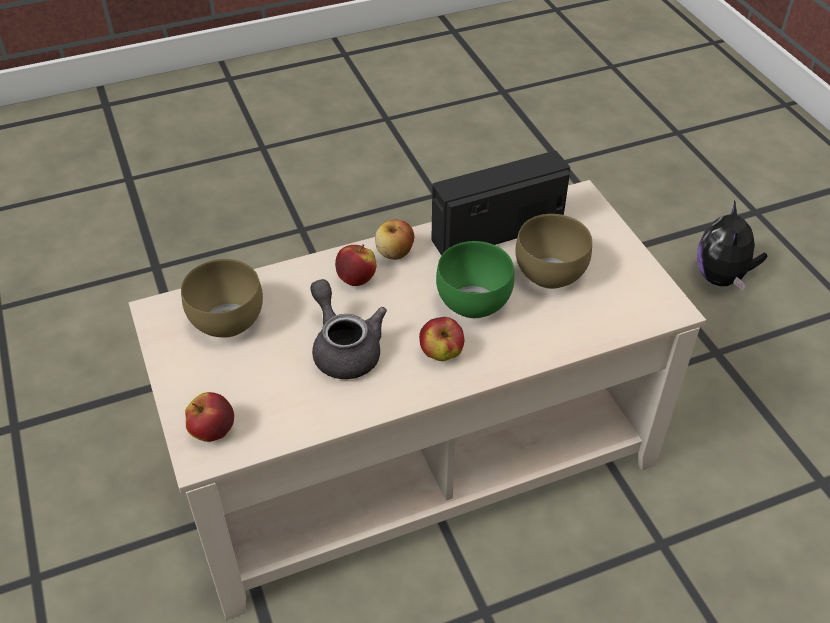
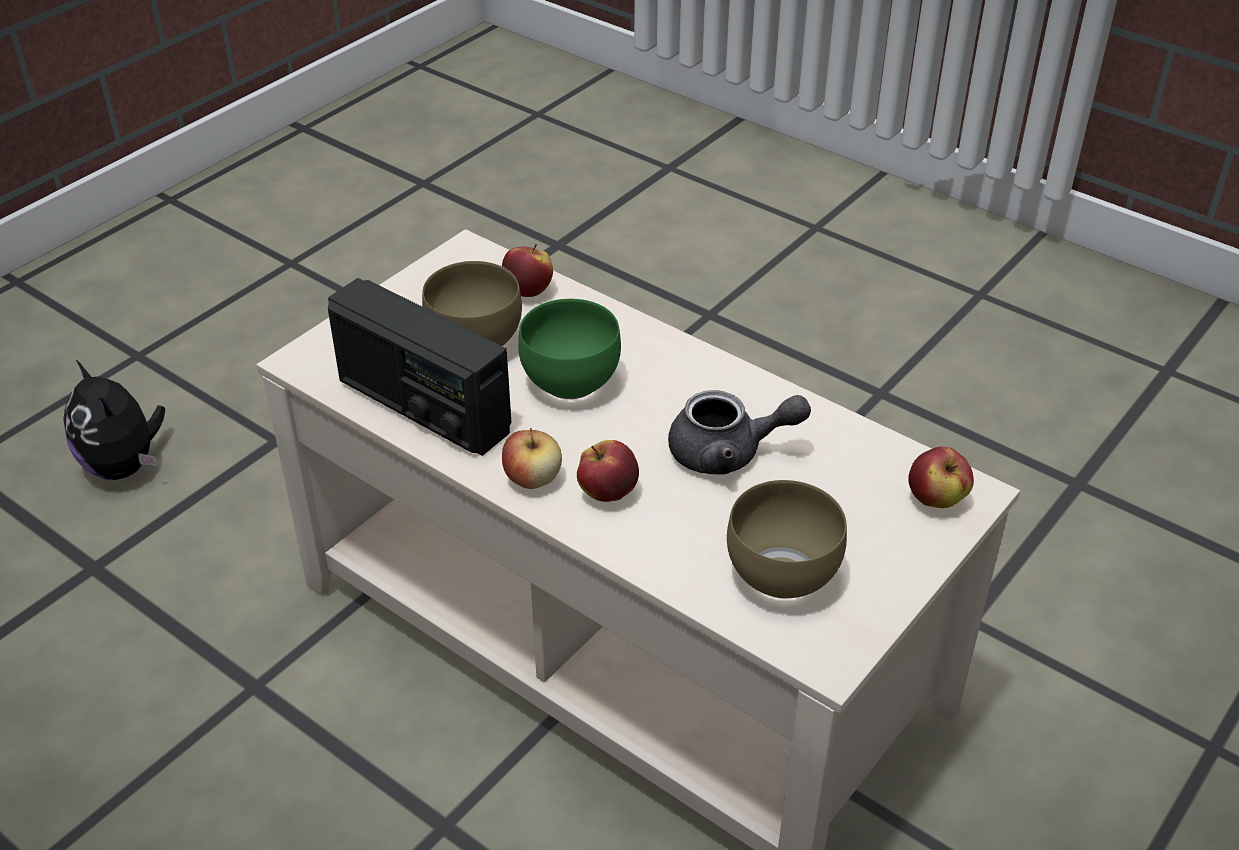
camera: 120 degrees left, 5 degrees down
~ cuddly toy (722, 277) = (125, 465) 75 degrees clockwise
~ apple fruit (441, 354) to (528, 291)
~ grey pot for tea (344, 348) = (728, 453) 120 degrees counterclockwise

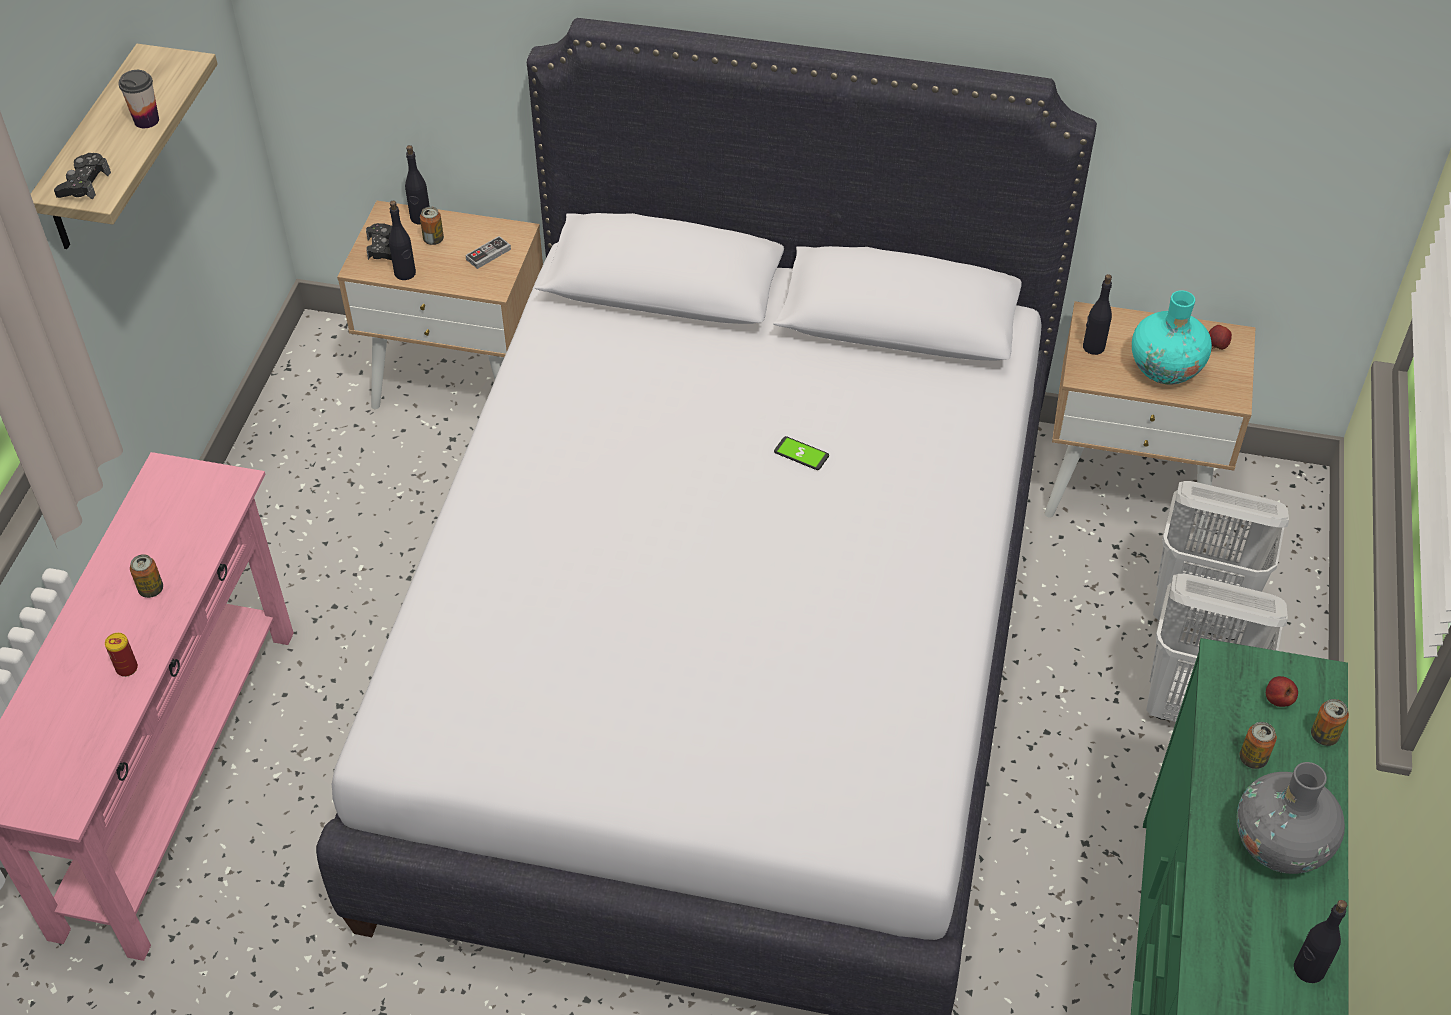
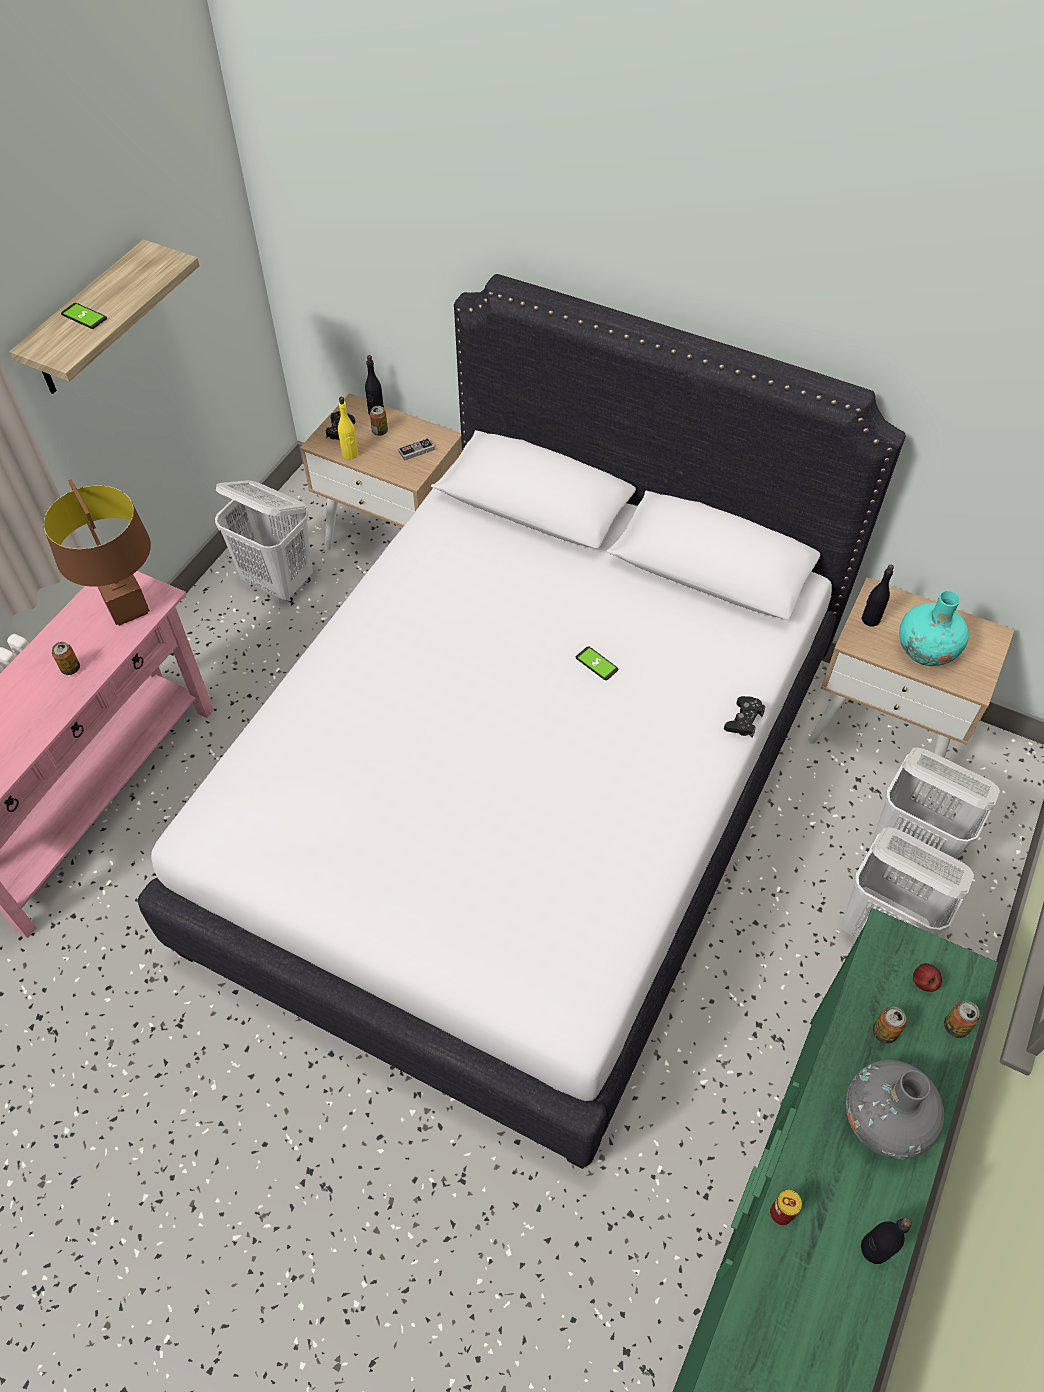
camera: 15 degrees right, 5 degrees up
+ brown tabletop lamp (128, 609)
+ telephone (84, 316)
+ white laundry basket (279, 582)
~ blackish drink bottle (405, 273) to yellowish drink bottle (350, 454)
~ blackish gamepad (84, 183) to (744, 720)
~ sealed can (127, 668) to (781, 1213)
- cup (146, 120)
- apple fruit (1216, 346)

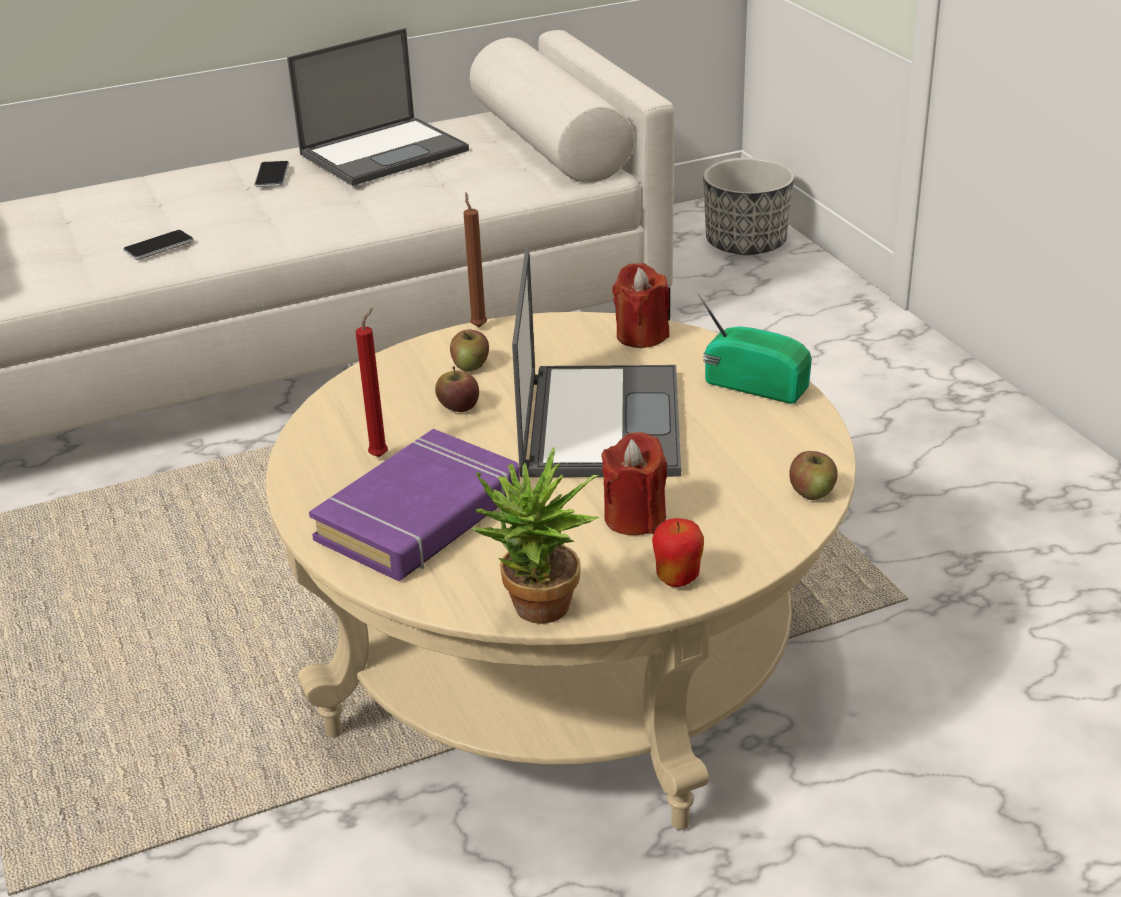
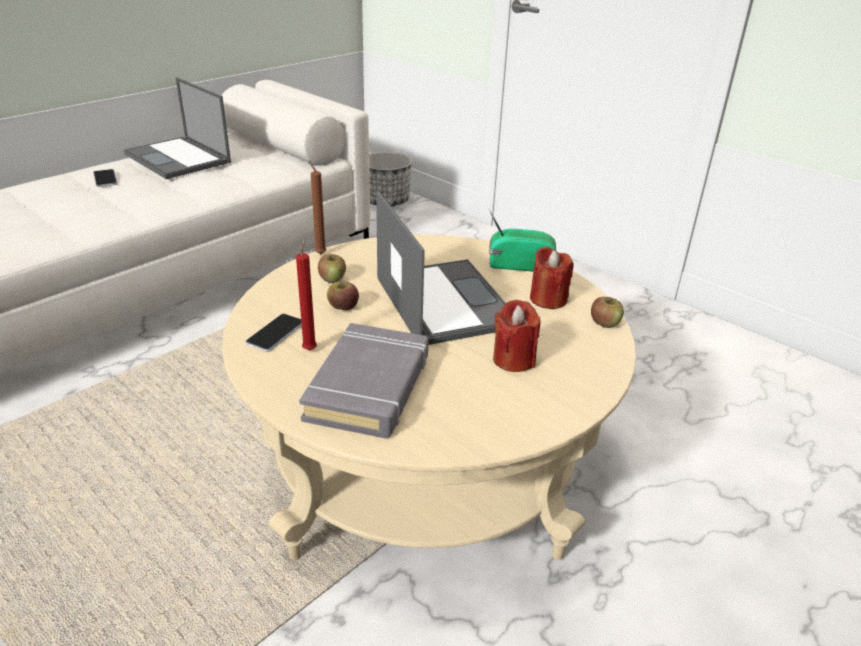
camera: 25 degrees left, 0 degrees up
~ notebook computer (385, 152) = (178, 158) 105 degrees clockwise
~ telephone (159, 246) to (276, 333)
~ purplish volume (420, 516) to grey volume (369, 387)
~ red-coloured wax light (641, 335) to (548, 299)
- potted plant (537, 613)
- apple fruit (677, 578)

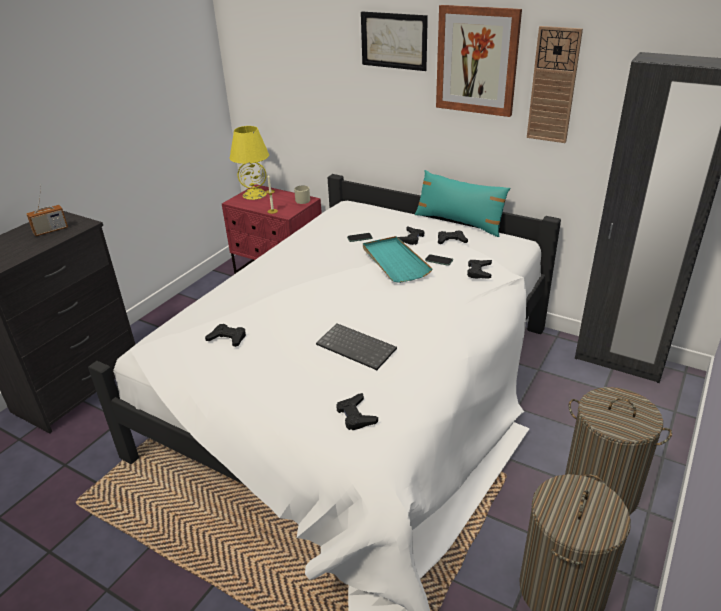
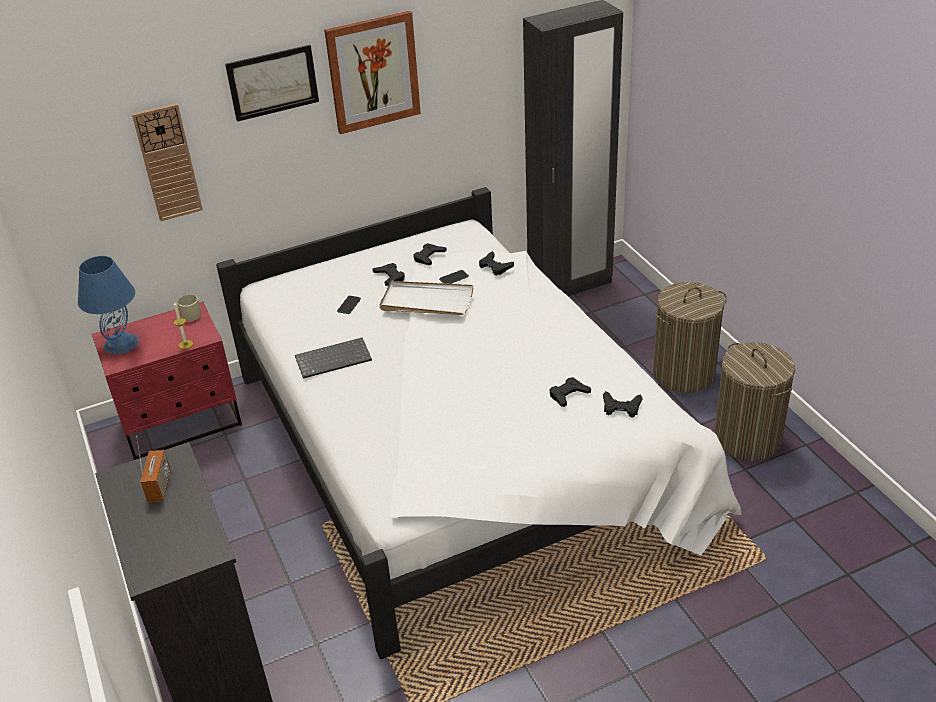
camera: 55 degrees left, 5 degrees up
~ yellowish tabletop lamp (254, 194) to blue-coloured tabletop lamp (121, 343)
~ wall clock (553, 86) to (168, 163)
~ computer keyboard (357, 347) to (334, 358)
~ turquoise-coloured tray (394, 261) to white tray (426, 302)
~ blackish gamepad (227, 338) to (568, 395)
- turquoise-coloured pillow (459, 222)

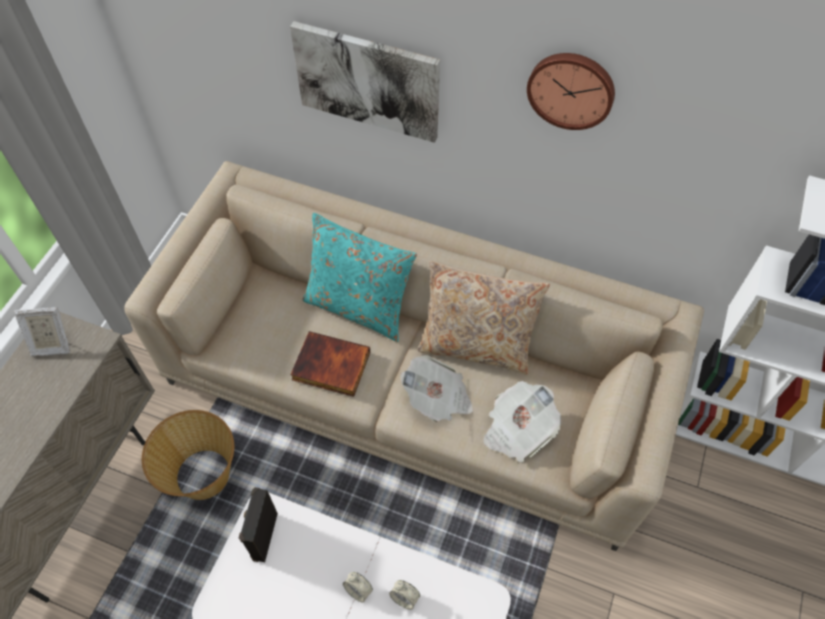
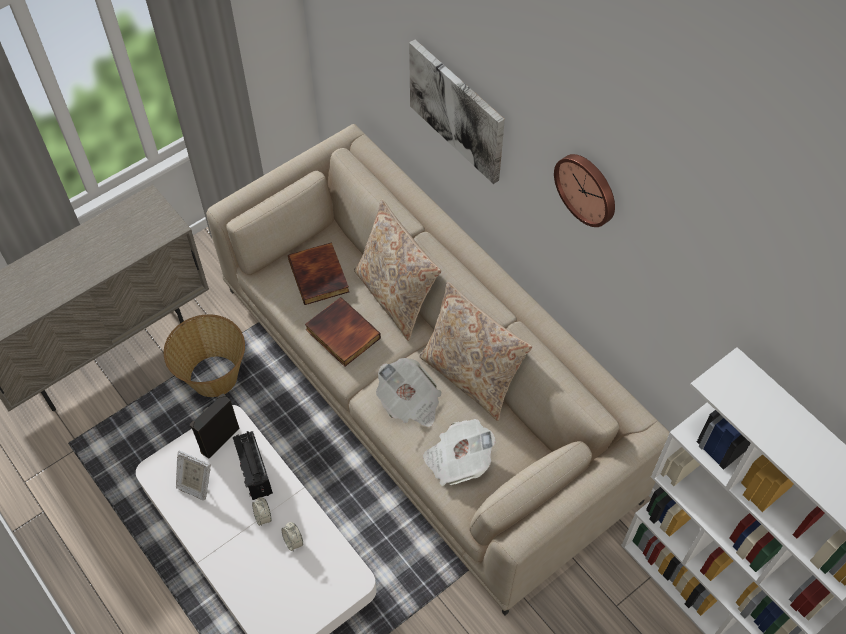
camera: 30 degrees right, 0 degrees up
~ standing frame (51, 344) to (195, 484)
+ radio set (255, 473)
+ volume (320, 276)
~ turquoise-coloured pillow (359, 306) to beige pillow (396, 297)

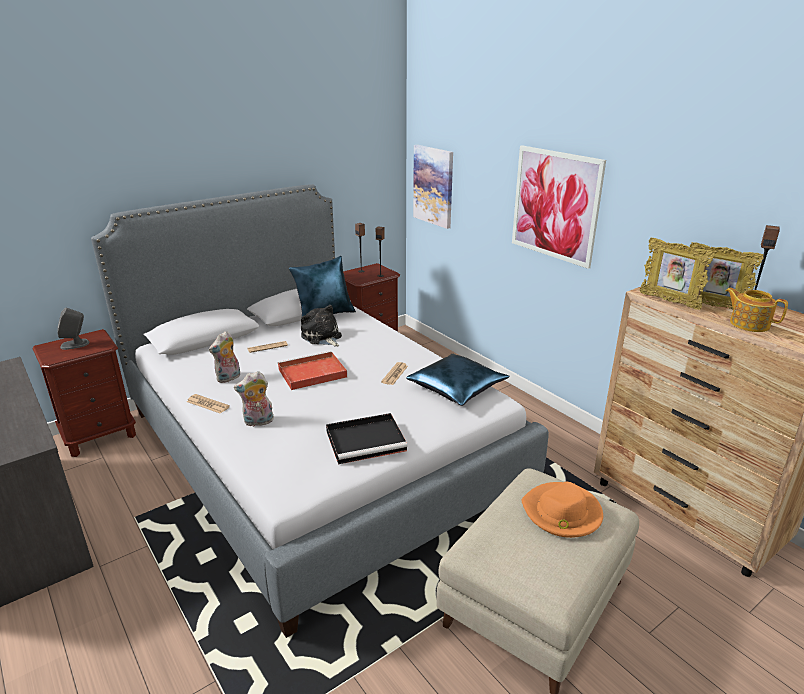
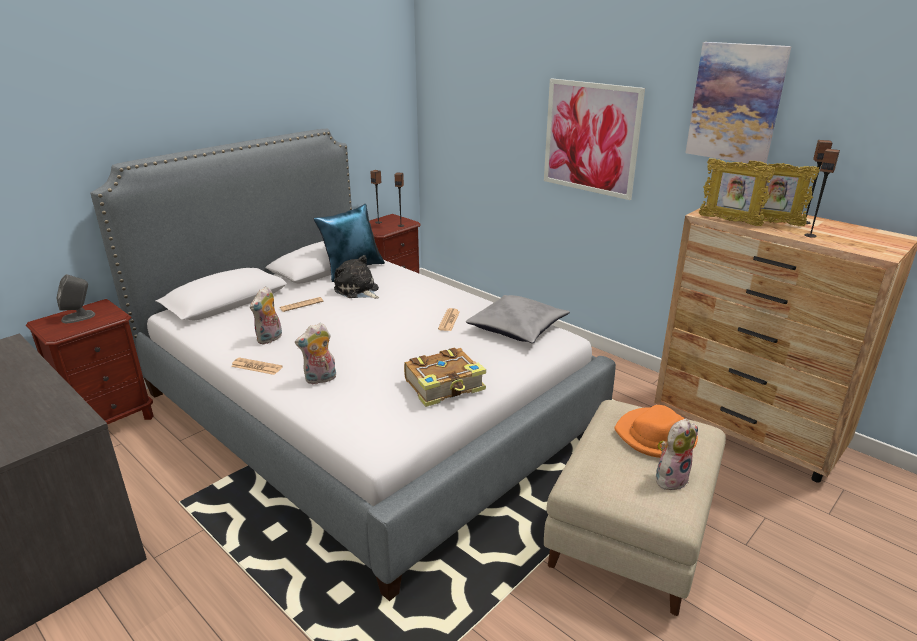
camera: 10 degrees left, 0 degrees up
~ blackish tray (367, 440) to volume (445, 386)
~ blue-coloured pillow (457, 387) to grey pillow (517, 328)
+ cuddly toy (671, 478)
~ wall picture (433, 186) to (735, 103)
~ pot for tea (748, 324) to speaker (810, 235)
- red-coloured tray (311, 373)

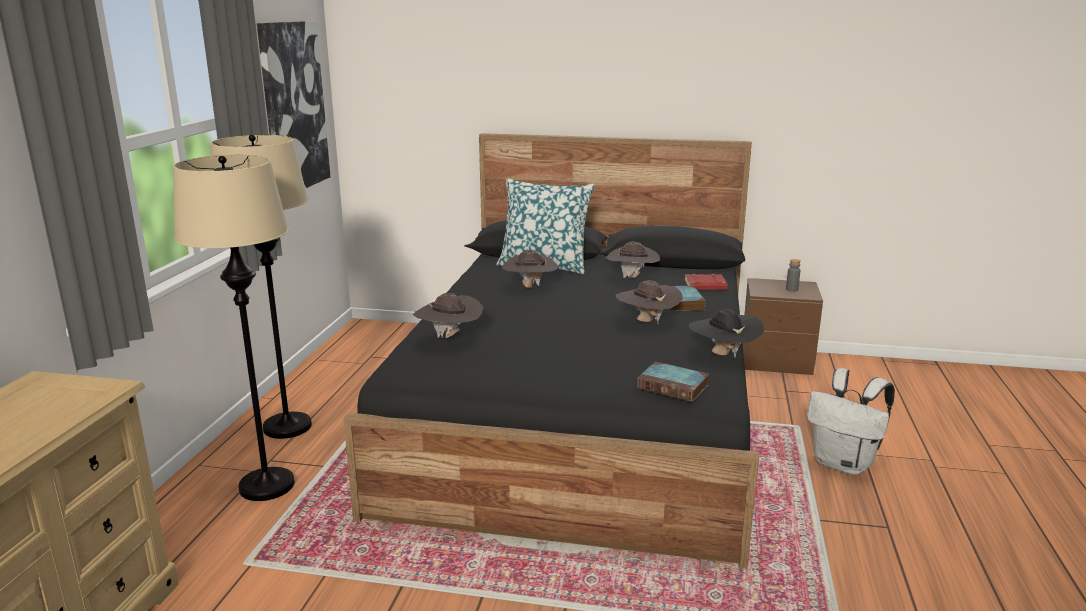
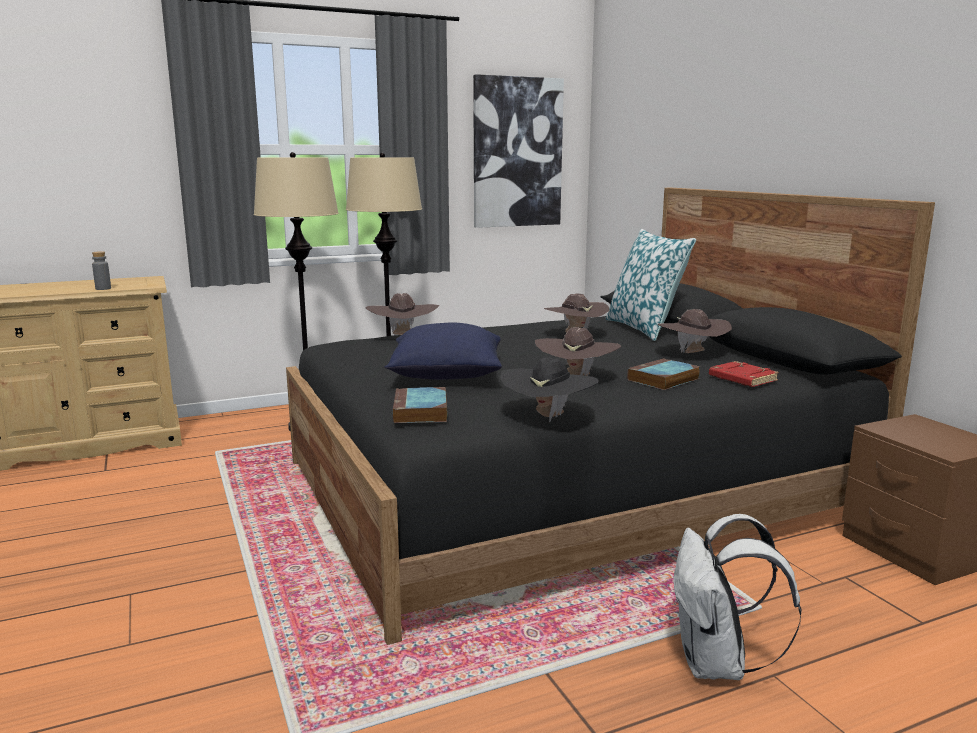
camera: 55 degrees right, 5 degrees down
~ grey drink bottle (791, 289) to (103, 288)
+ blue-coloured pillow (445, 375)

